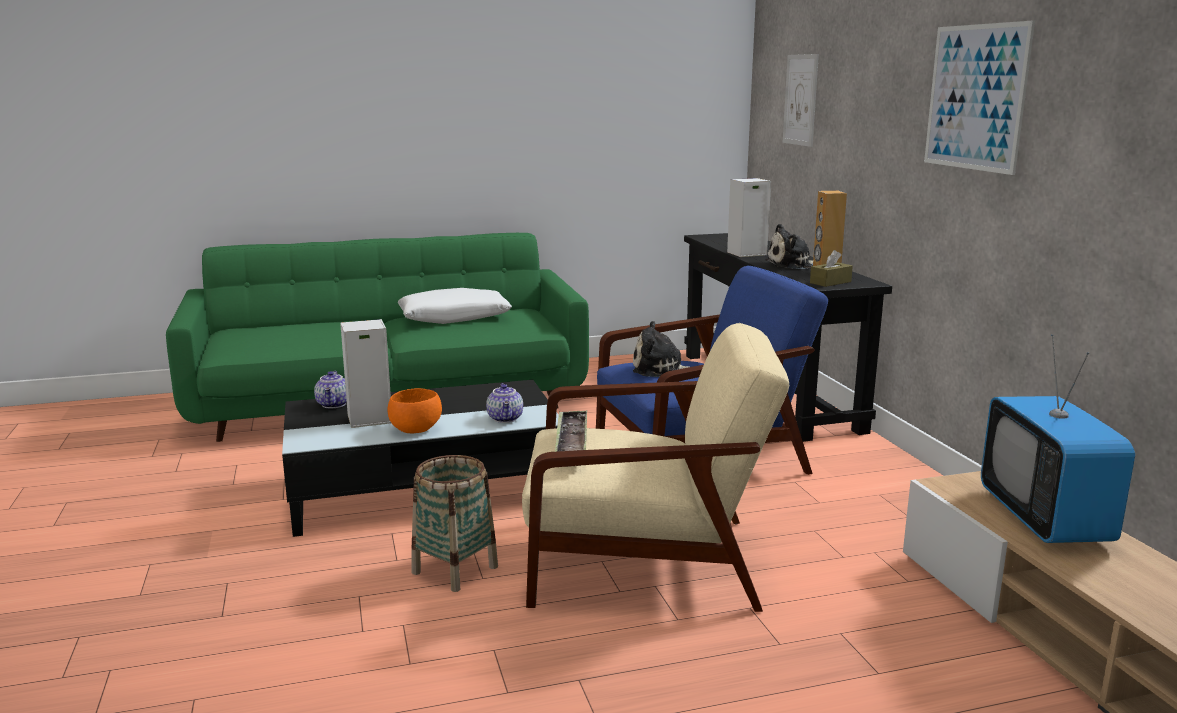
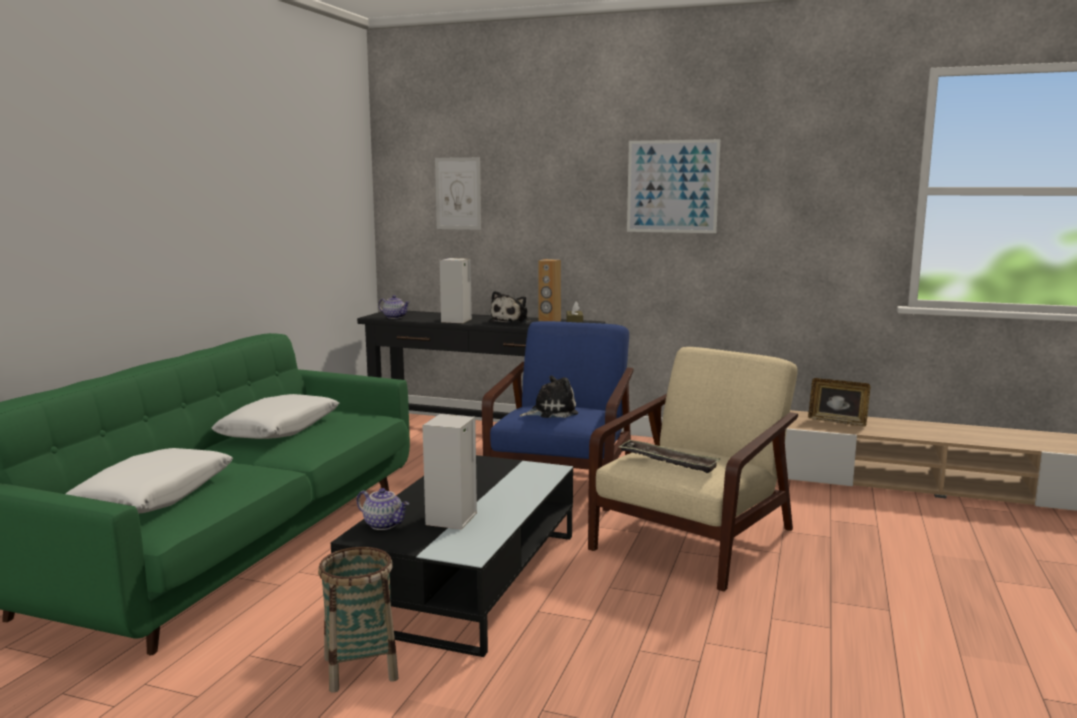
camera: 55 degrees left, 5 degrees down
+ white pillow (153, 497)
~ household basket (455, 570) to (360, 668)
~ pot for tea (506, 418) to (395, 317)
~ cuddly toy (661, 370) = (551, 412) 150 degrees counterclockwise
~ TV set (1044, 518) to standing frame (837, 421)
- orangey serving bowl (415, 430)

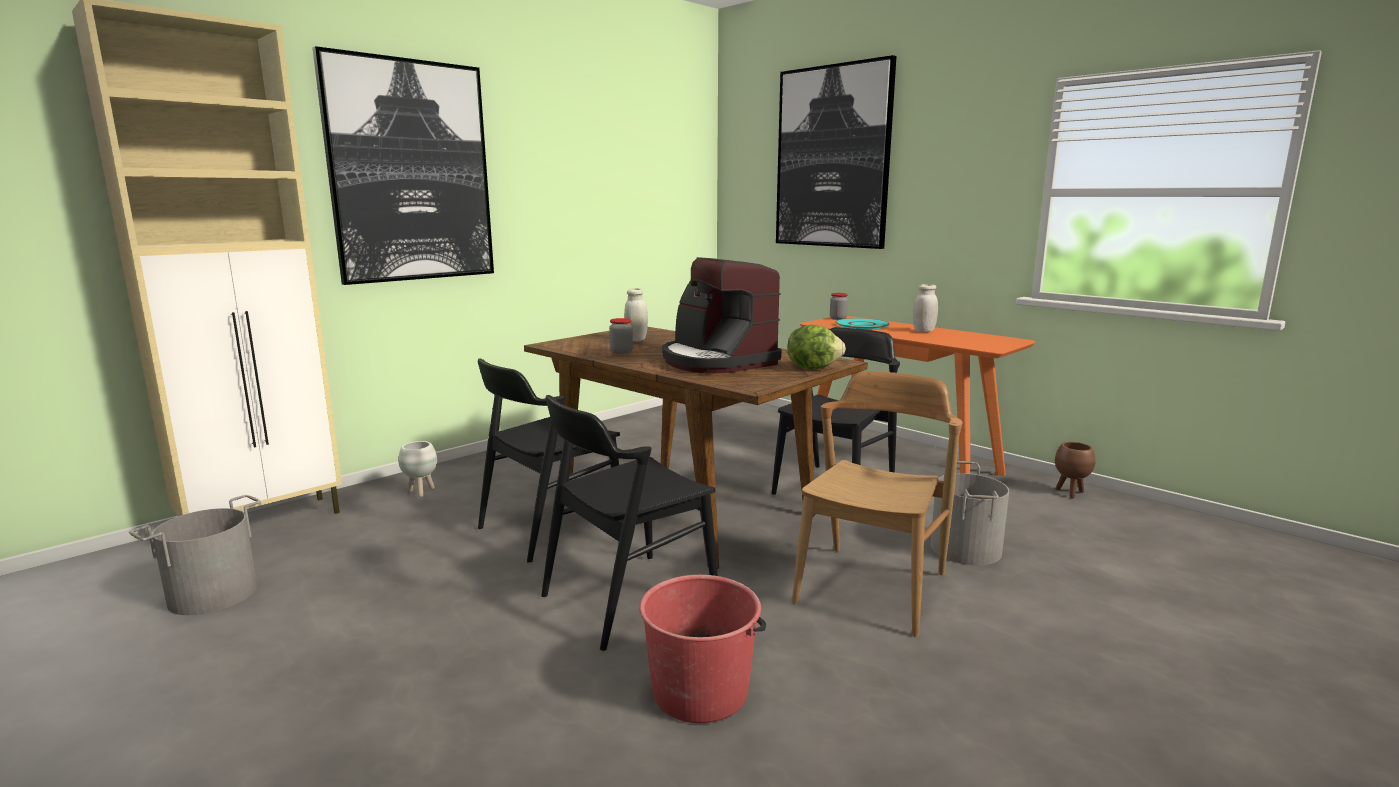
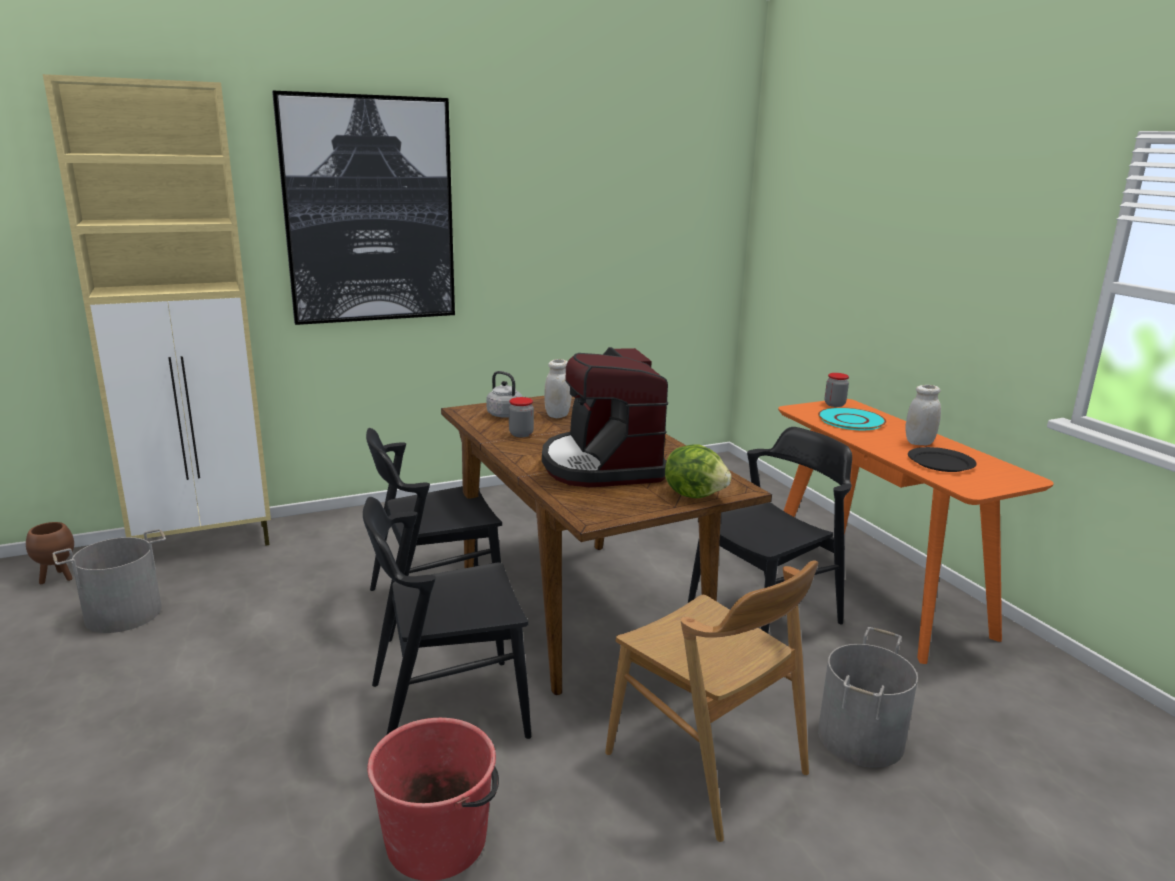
camera: 20 degrees right, 5 degrees up
~ brown flower pot (1070, 493) to (58, 578)
+ grey kettle (506, 415)
~ brown chair (872, 588) = (706, 764) 90 degrees clockwise
+ blackish dinner plate (940, 462)
- white flower pot (421, 492)
- wall picture (832, 157)

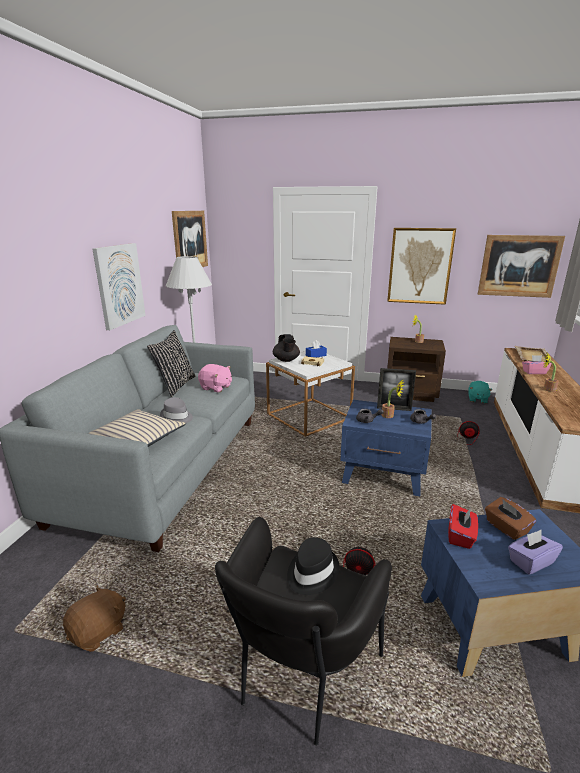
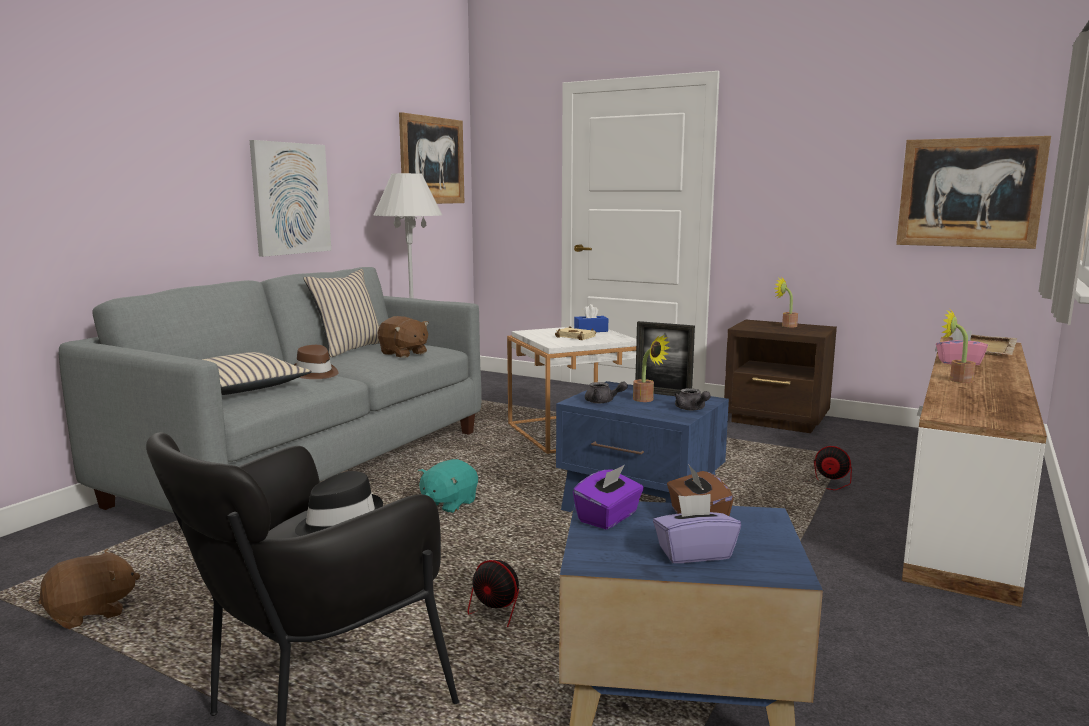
camera: 15 degrees right, 10 degrees down
~ grey hat (176, 417) to brown hat (315, 373)
~ blackish pillow (175, 386) to beige pillow (349, 349)
~ pink cuddly toy (216, 388) to brown cuddly toy (403, 353)
~ turquoise-coloured cuddly toy (477, 399) to (448, 504)
~ red-coloured tissue holder (460, 536) to purplish tissue holder (608, 517)
- blackish pot for tea (286, 360)
- wall picture (420, 266)

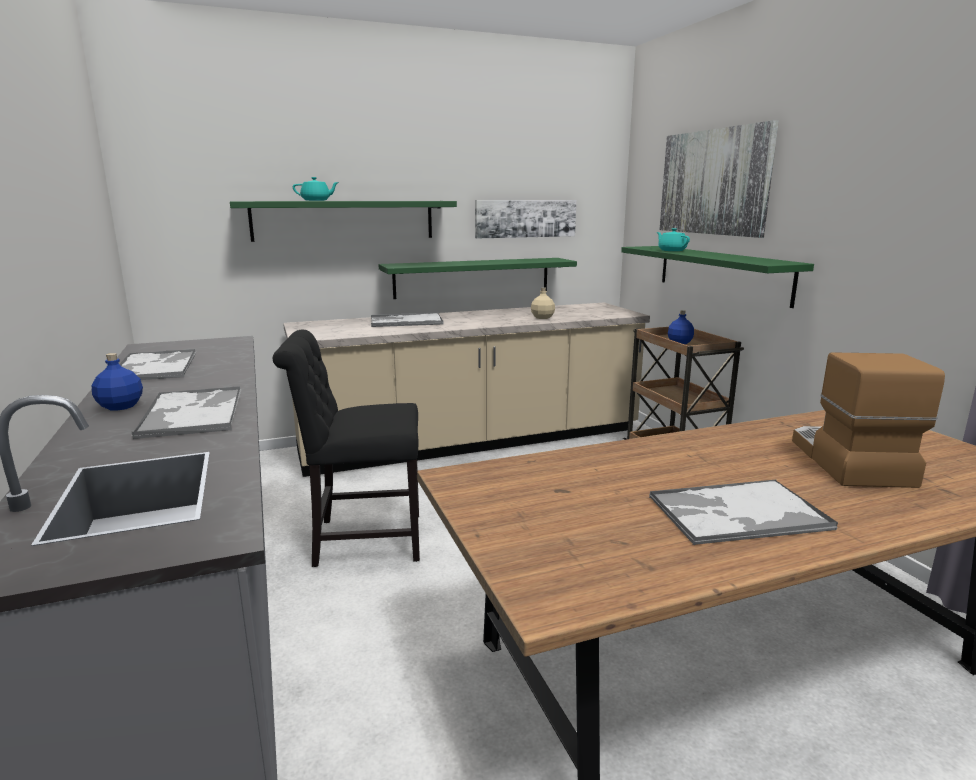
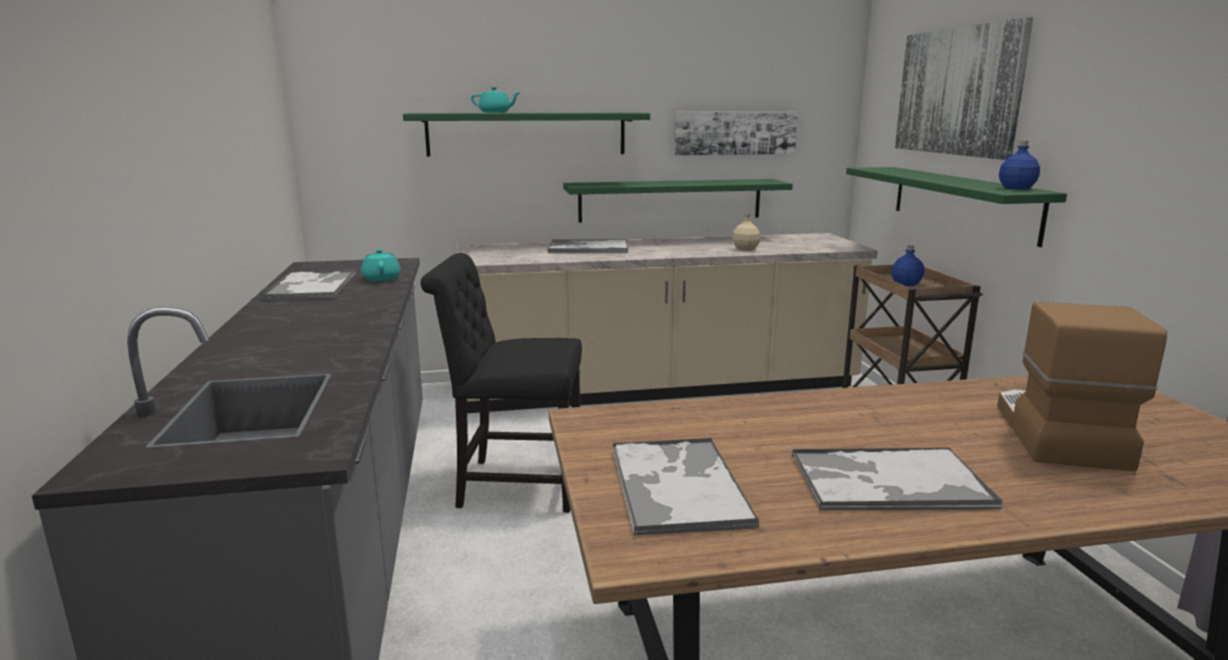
camera: 10 degrees right, 0 degrees up
~ turquoise-coloured pot for tea (671, 250) to (382, 278)
~ tray (193, 413) to (677, 485)
~ blue-coloured drink bottle (121, 406) to (1017, 188)

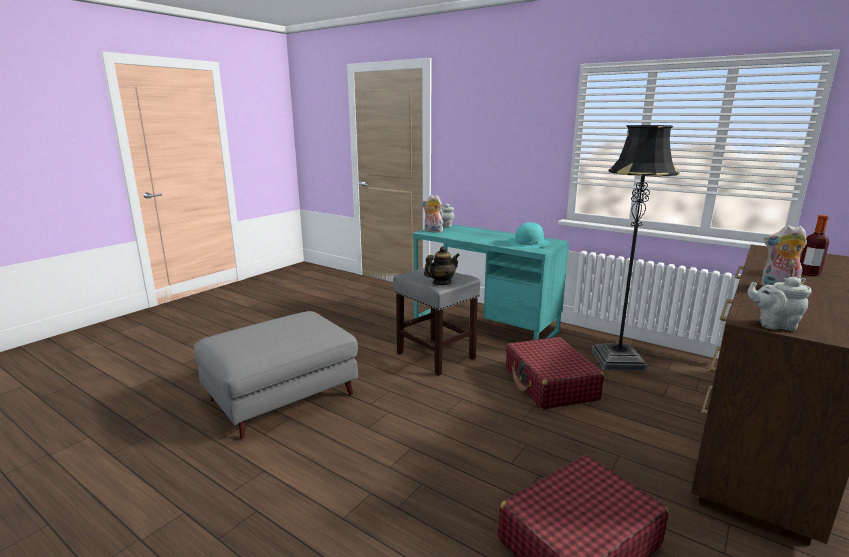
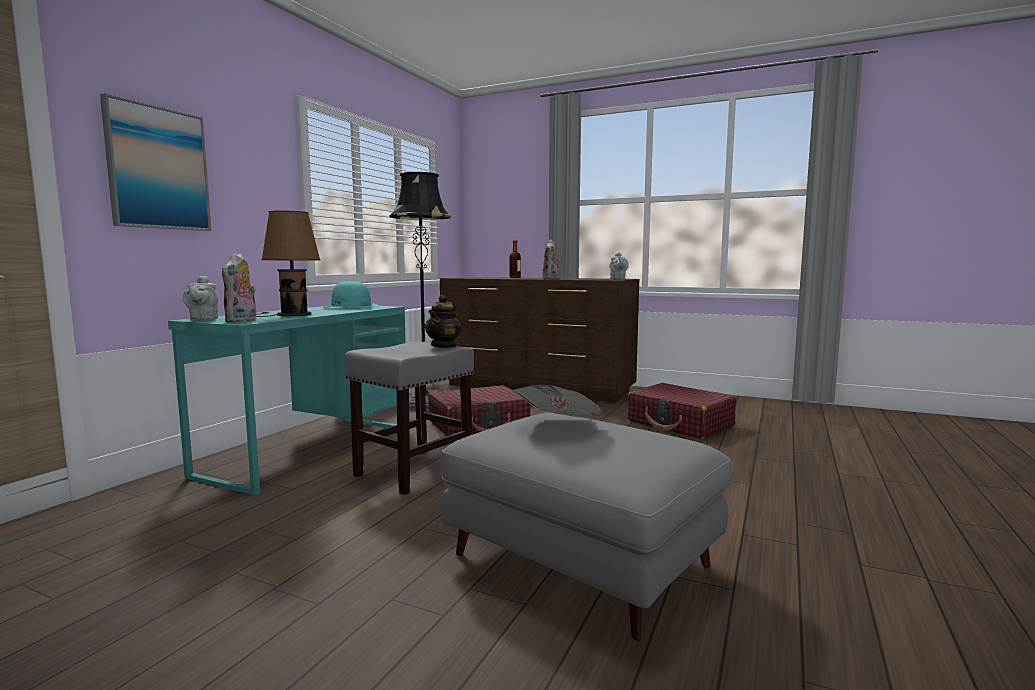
camera: 100 degrees left, 10 degrees down
+ wall picture (158, 168)
+ brown tabletop lamp (290, 315)
~ pot for tea (441, 283) = (444, 346) 120 degrees counterclockwise
+ daily paper (560, 427)

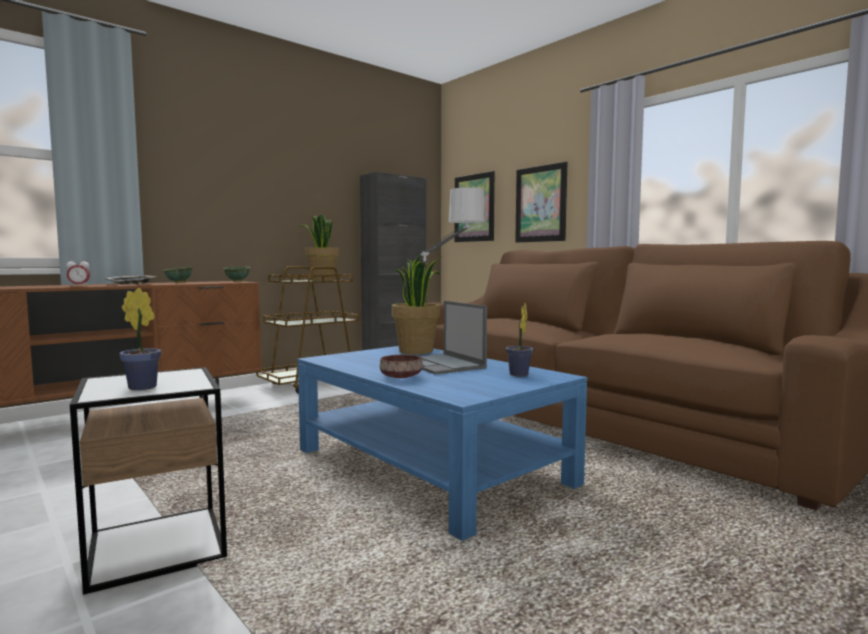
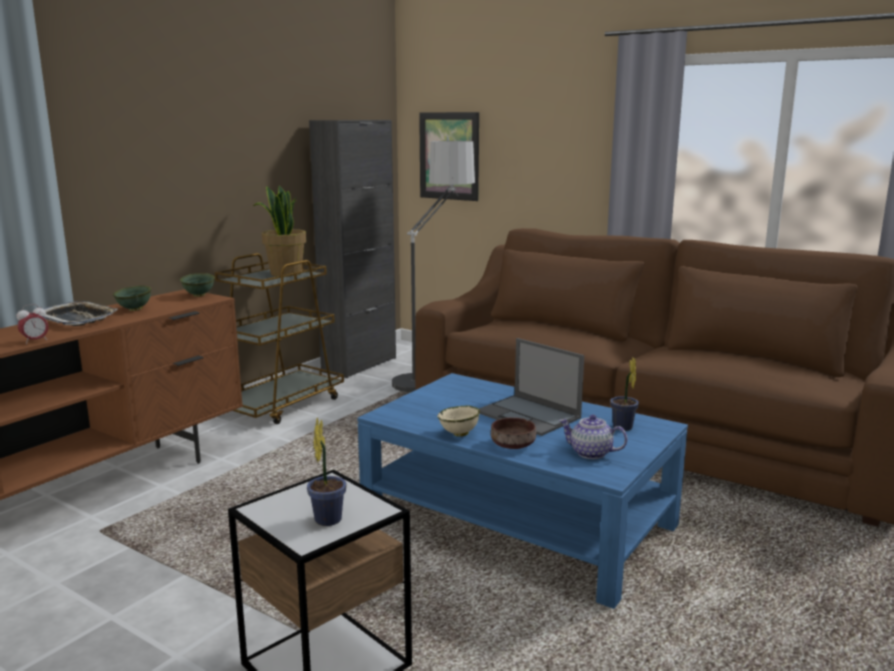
camera: 15 degrees left, 10 degrees up
+ beige serving bowl (459, 434)
+ pot for tea (590, 453)
- potted plant (417, 351)
- wall picture (540, 204)

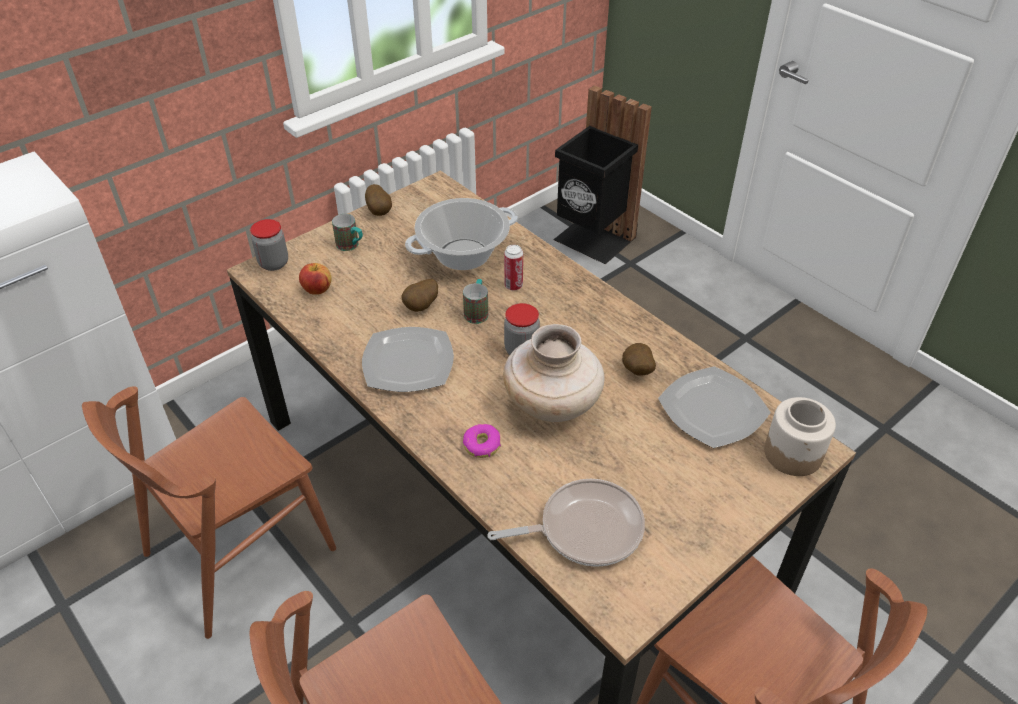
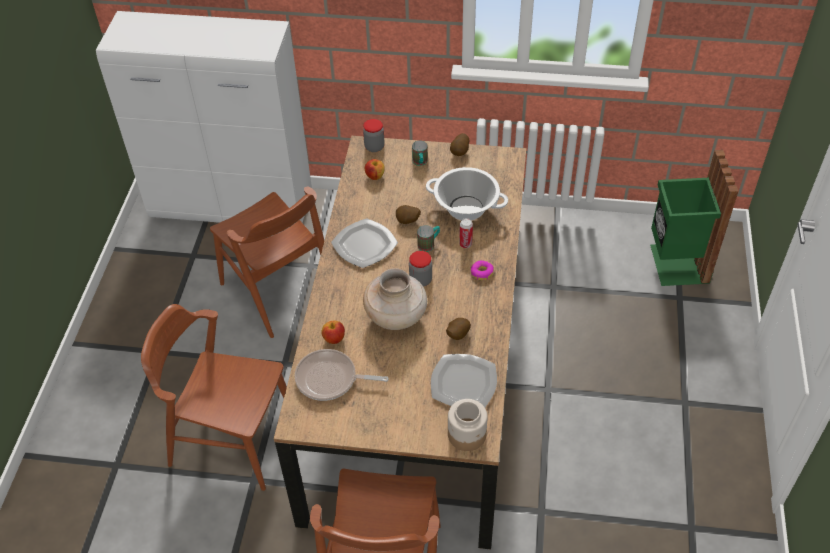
camera: 50 degrees right, 5 degrees up
~ brown chair (239, 551) = (278, 290) 135 degrees counterclockwise
~ frying pan (584, 529) = (330, 379) 150 degrees clockwise
+ apple fruit (334, 339)
~ donut (481, 445) to (481, 273)
~ blackish trash can (593, 240) to greenish trash can (676, 264)

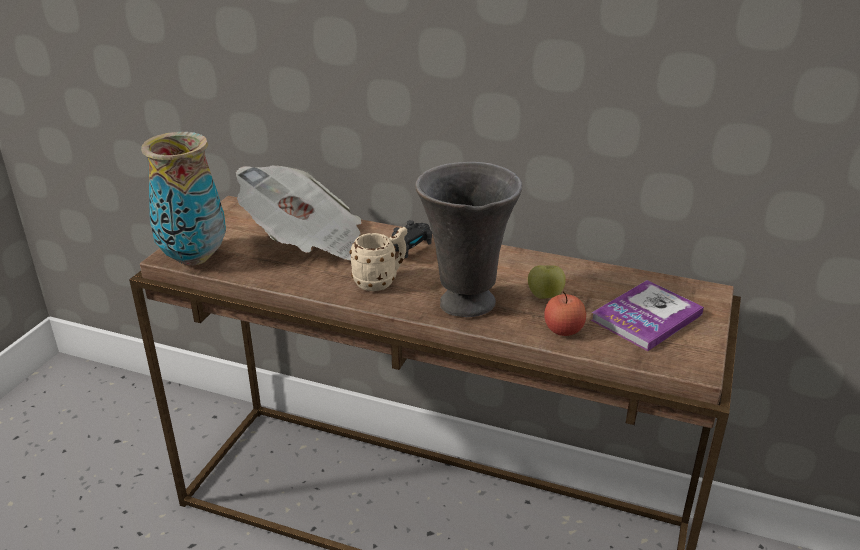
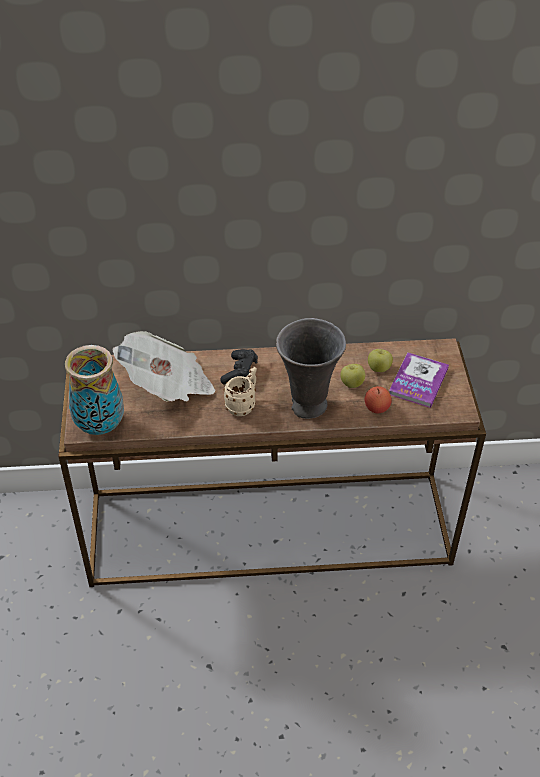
camera: 25 degrees left, 15 degrees up
+ apple fruit (379, 368)

